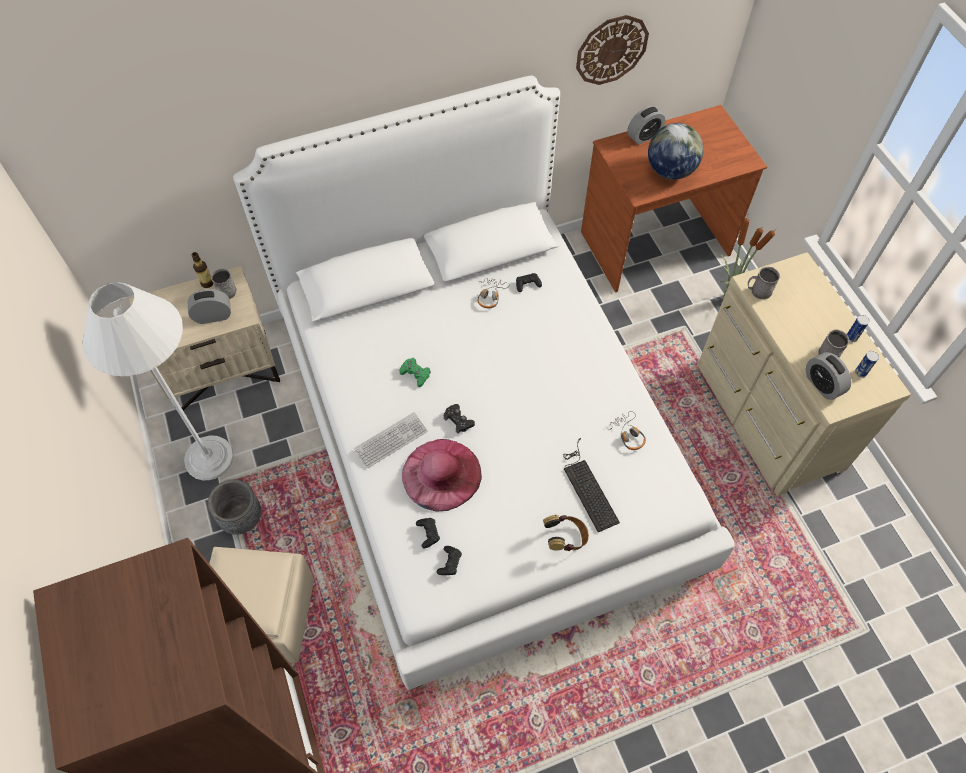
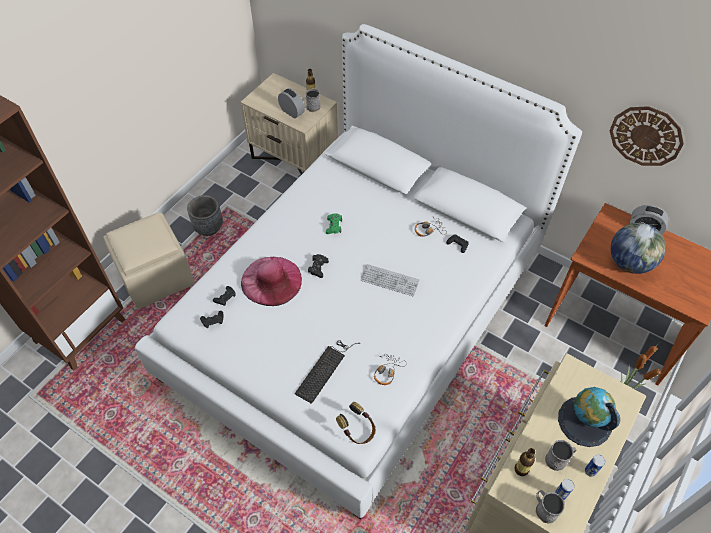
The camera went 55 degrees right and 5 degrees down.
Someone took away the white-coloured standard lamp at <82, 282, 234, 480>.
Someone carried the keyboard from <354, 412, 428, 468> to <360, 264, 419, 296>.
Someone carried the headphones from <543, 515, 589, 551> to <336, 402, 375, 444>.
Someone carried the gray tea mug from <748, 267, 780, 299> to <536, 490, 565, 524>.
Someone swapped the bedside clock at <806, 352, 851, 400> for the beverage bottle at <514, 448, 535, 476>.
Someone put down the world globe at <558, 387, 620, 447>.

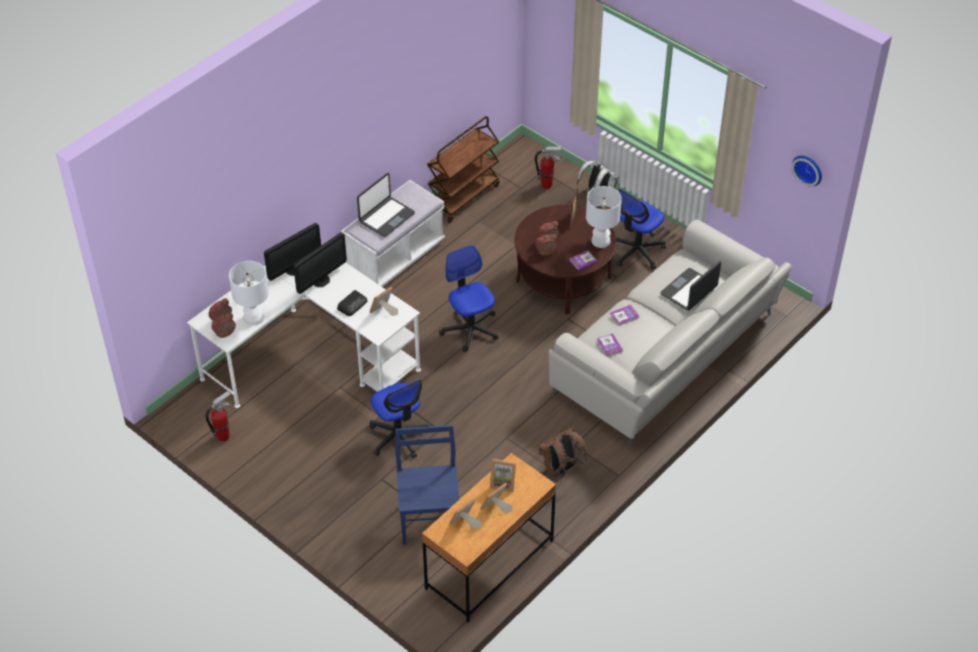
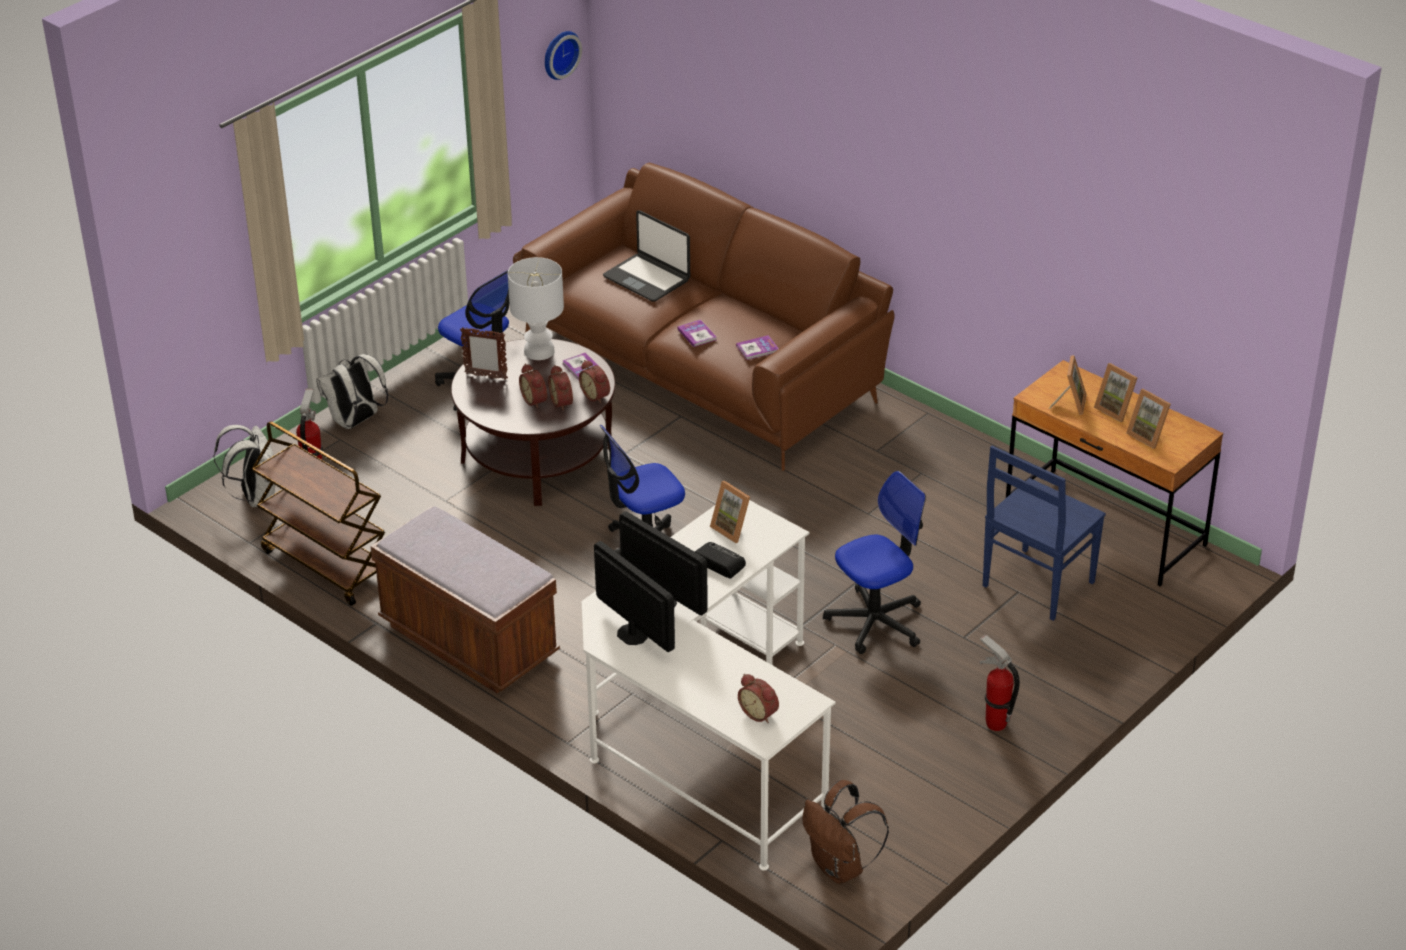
The camera went 90 degrees left and 10 degrees down.
Someone carried the fire-fighting cylinder from <206, 390, 233, 442> to <979, 634, 1020, 731>.
Someone carried the bedside clock from <212, 312, 236, 338> to <579, 360, 610, 404>.
Someone took away the white-coloured tabletop lamp at <229, 261, 269, 325>.
Someone repainted the white-coloured long seat at <341, 180, 445, 287>, which became the brownish long seat at <371, 506, 560, 693>.
Someone took away the portable computer at <357, 173, 415, 237>.
Someone rotated the bluish plain chair at <395, 425, 459, 545> by 45 degrees counterclockwise.
Someone carried the brownish backpack from <538, 427, 587, 478> to <802, 780, 889, 884>.
Someone repainted the gray sofa at <548, 220, 792, 448>, which became the brownish sofa at <513, 163, 895, 471>.
Someone put down the white-coloured backpack at <213, 425, 275, 507>.

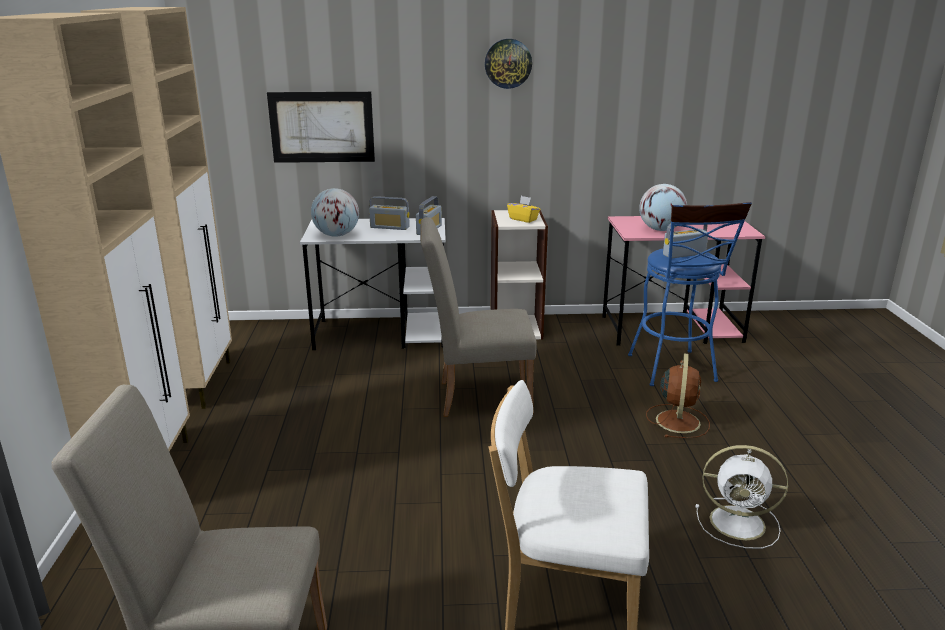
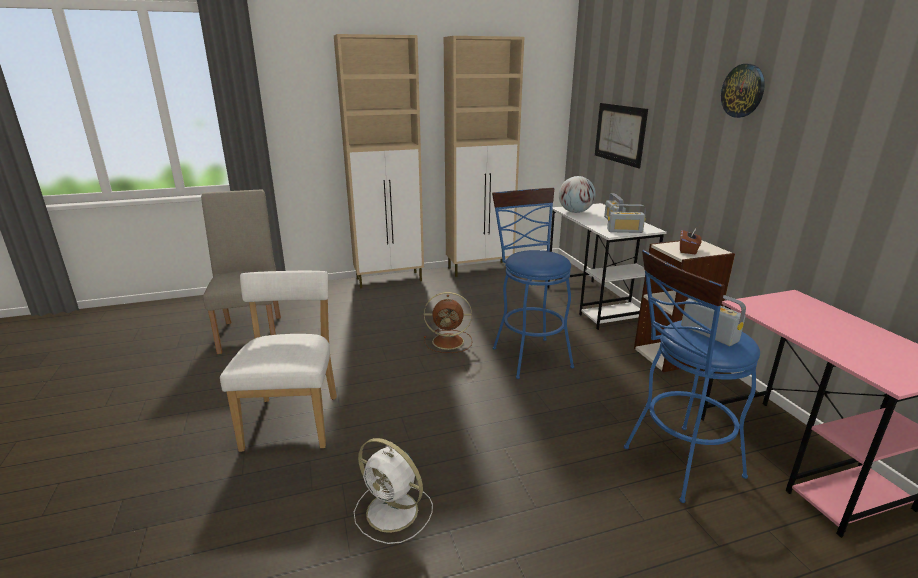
The camera went 75 degrees right and 0 degrees up.
Someone swapped the sand-coloured plain chair at <420, 217, 536, 417> for the bluish stool at <492, 188, 574, 379>.
Someone repainted the yellowish box of tissues at <507, 196, 540, 223>, which became the brownish box of tissues at <680, 228, 702, 254>.
Someone took away the world globe at <639, 184, 687, 231>.
Someone carried the brownish electric fan from <646, 353, 710, 438> to <424, 292, 472, 353>.
Someone rotated the white-coloured electric fan at <696, 445, 788, 549> by 60 degrees counterclockwise.

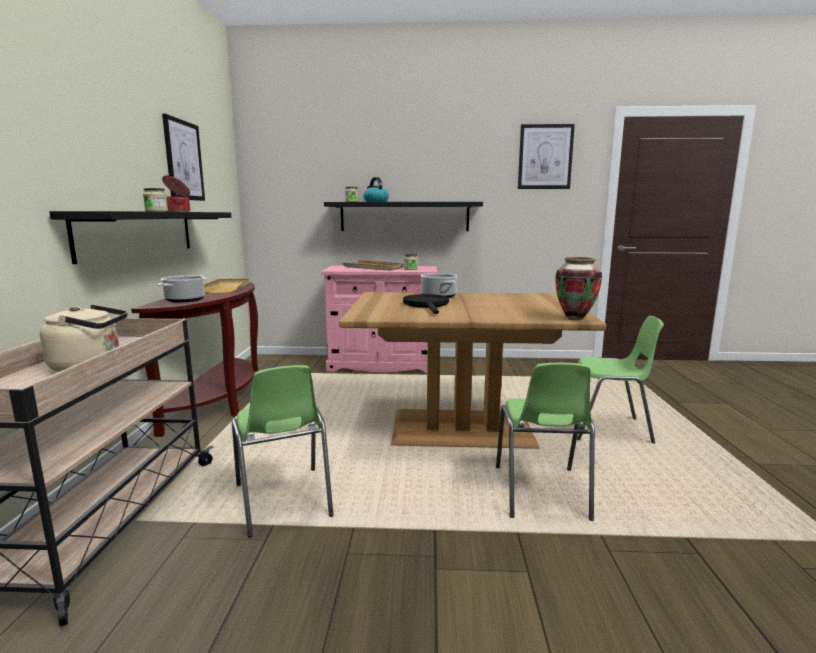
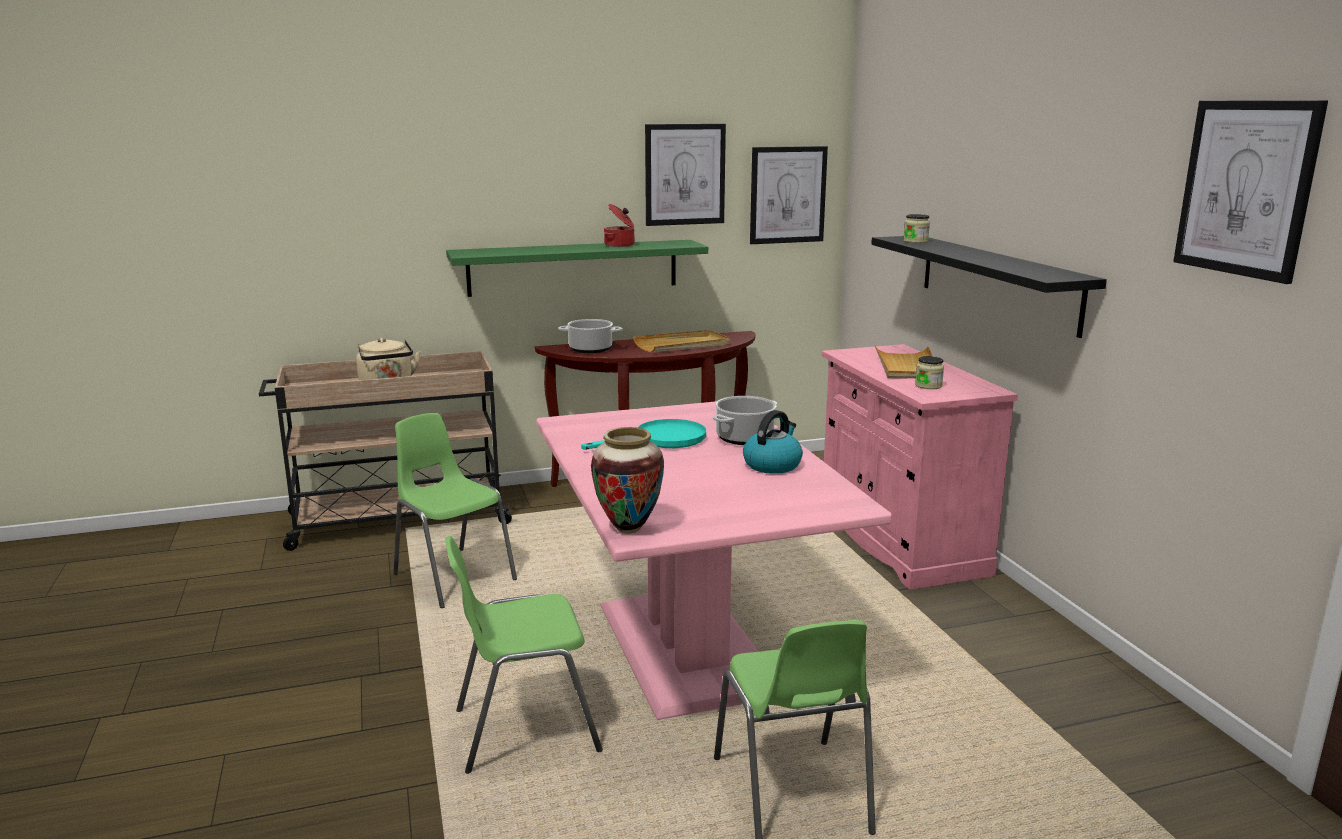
The camera went 70 degrees right and 5 degrees up.
Someone repainted the black wall shelf at <49, 211, 232, 264>, which became the green-coloured wall shelf at <446, 240, 708, 297>.
Someone took away the jar at <143, 188, 168, 211>.
Someone rotated the green-coloured plain chair at <232, 365, 334, 537> by 90 degrees clockwise.
Someone repainted the brownish kitchen table at <339, 292, 606, 449>, which became the pink kitchen table at <536, 401, 892, 720>.
Someone carried the tea kettle from <364, 177, 389, 202> to <743, 410, 803, 474>.
Someone repainted the black skillet at <403, 294, 449, 314>, which became the turquoise skillet at <581, 419, 706, 450>.
Someone put up the wall picture at <750, 146, 828, 244>.

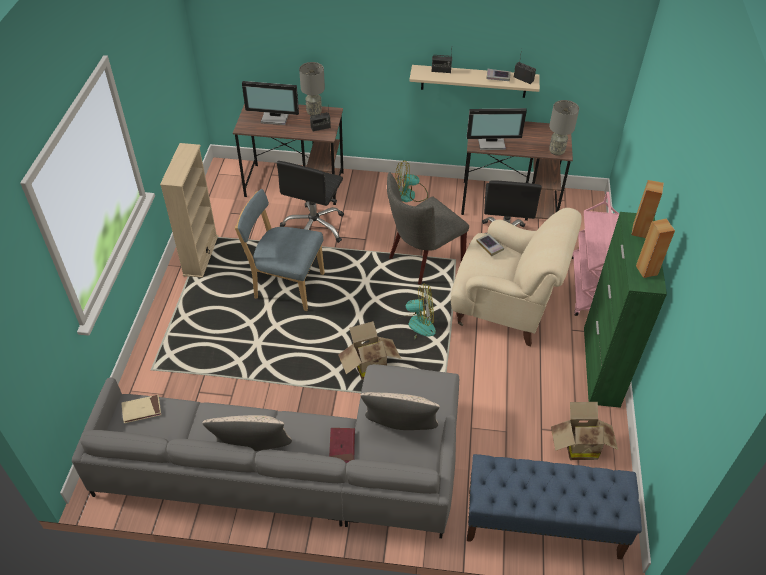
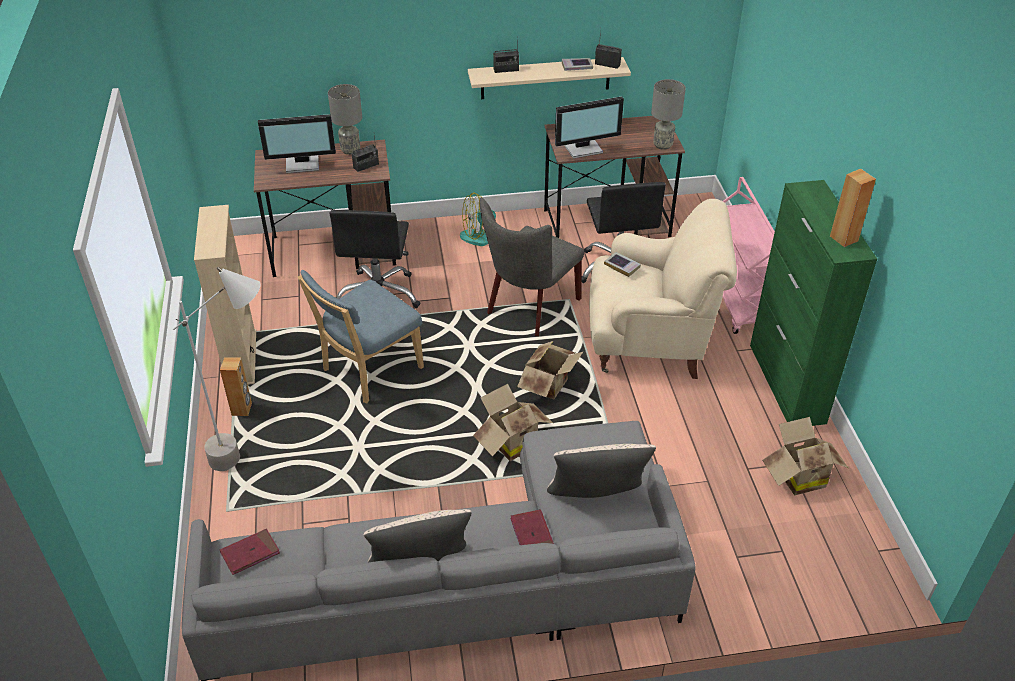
The camera went 15 degrees left and 5 degrees down.
Someone repainted the sand-coloured bound book at <121, 395, 161, 423>, which became the reddish bound book at <220, 529, 280, 575>.
Someone rotated the bluish plain chair at <235, 189, 325, 311> by 45 degrees counterclockwise.
Someone swapped the electric fan at <394, 284, 436, 339> for the packing box at <517, 341, 584, 399>.
Someone took away the bluish long seat at <467, 454, 642, 560>.
Someone carried the brownish audio speaker from <631, 180, 664, 238> to <220, 357, 252, 416>.
Someone put down the gray standard lamp at <173, 267, 261, 471>.

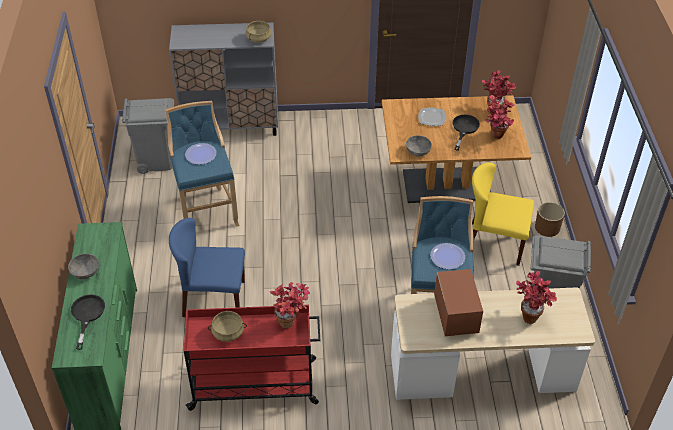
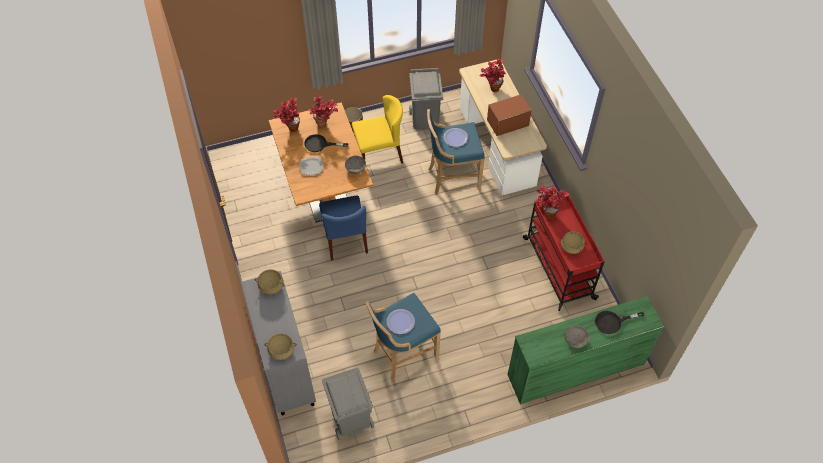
The camera went 105 degrees left and 10 degrees up.
Someone carried the bluish plain chair from <169, 218, 245, 317> to <319, 195, 368, 261>.
Someone rotated the yellowish plain chair at <472, 163, 534, 266> by 105 degrees counterclockwise.
Someone put down the sand-coloured saucepot at <264, 333, 297, 360>.

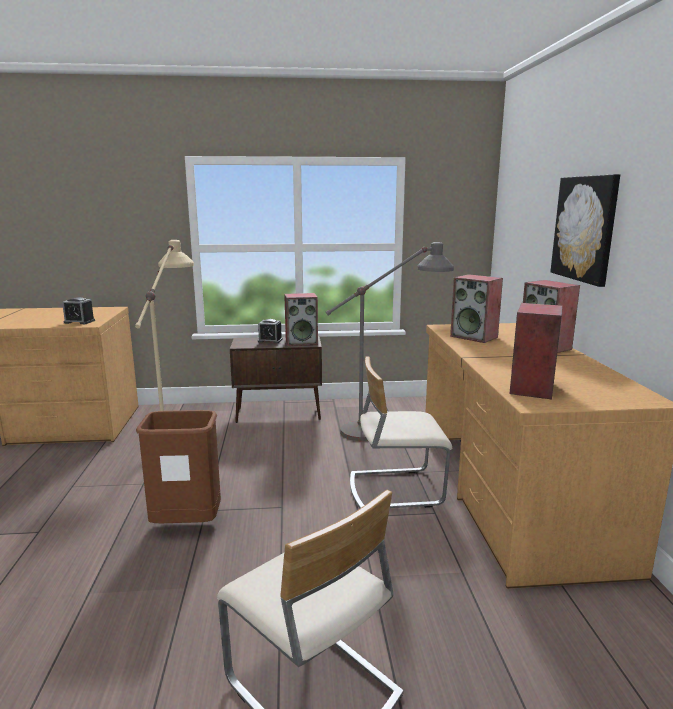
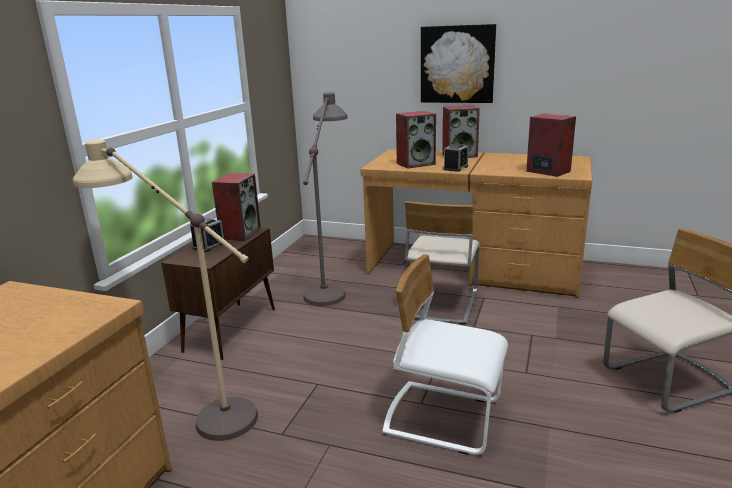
The camera went 65 degrees left and 5 degrees up.
Someone carried the bedside clock from <62, 297, 95, 324> to <443, 144, 468, 172>.
Someone swapped the brownish rubbish bin at <136, 410, 221, 523> for the white-coloured plain chair at <383, 254, 508, 455>.

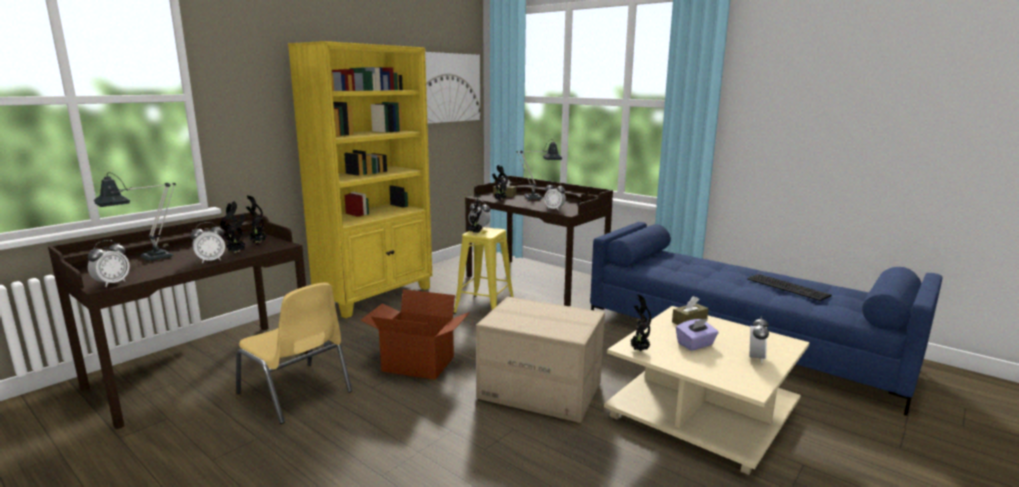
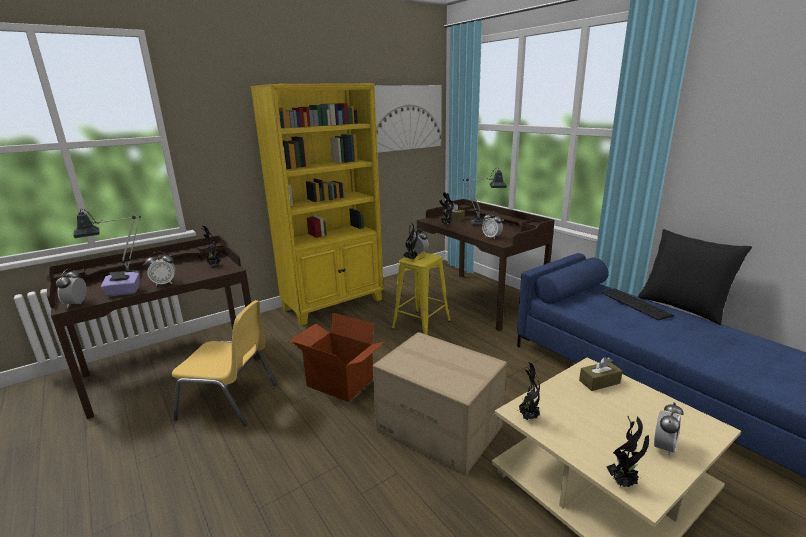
The camera went 15 degrees right and 5 degrees up.
Someone rotated the bedside clock at <88, 240, 130, 287> by 135 degrees clockwise.
Someone carried the plant in a pot from <220, 201, 245, 253> to <606, 416, 649, 487>.
Someone rotated the yellowish plain chair at <236, 283, 352, 424> by 45 degrees counterclockwise.
Someone carried the purple box of tissues from <676, 318, 719, 351> to <101, 271, 140, 296>.
Someone carried the keyboard from <747, 274, 832, 301> to <601, 289, 674, 320>.
Someone put down the black cushion at <638, 229, 752, 325>.

